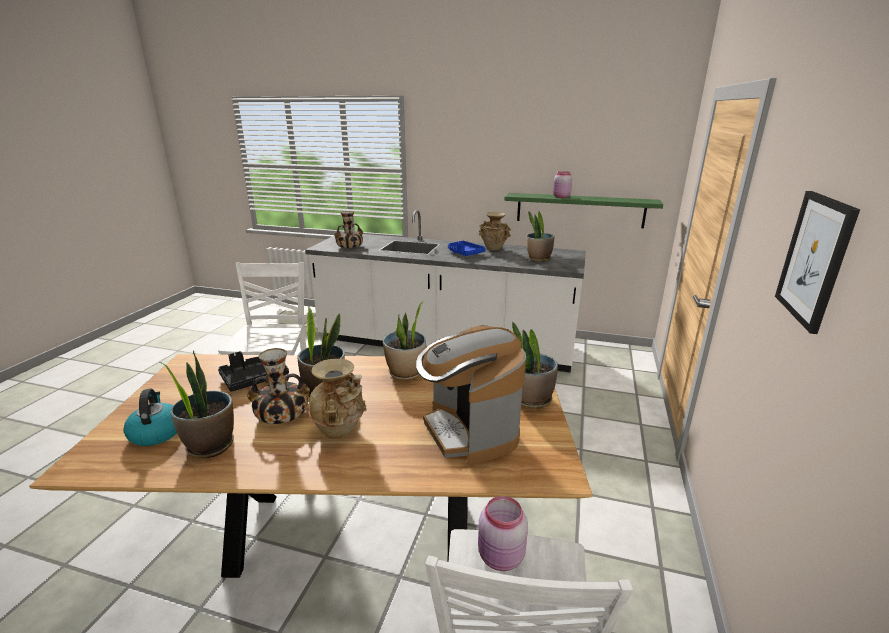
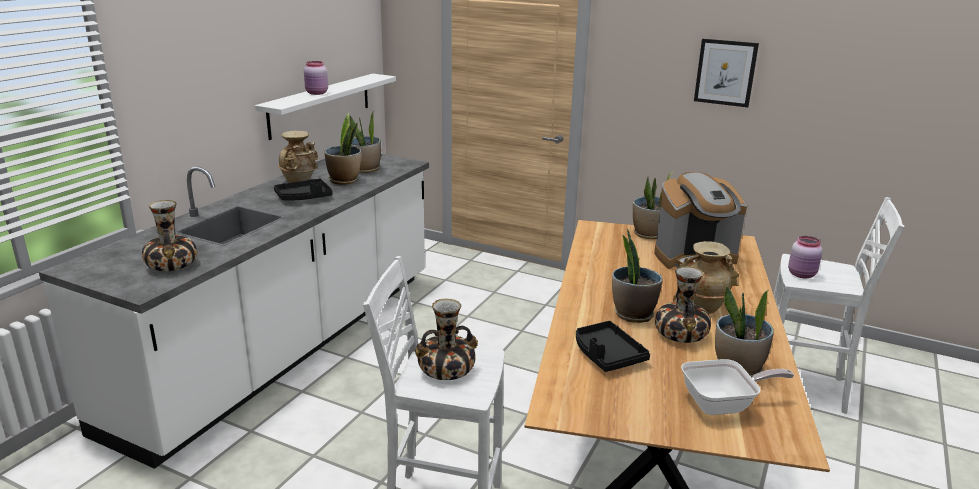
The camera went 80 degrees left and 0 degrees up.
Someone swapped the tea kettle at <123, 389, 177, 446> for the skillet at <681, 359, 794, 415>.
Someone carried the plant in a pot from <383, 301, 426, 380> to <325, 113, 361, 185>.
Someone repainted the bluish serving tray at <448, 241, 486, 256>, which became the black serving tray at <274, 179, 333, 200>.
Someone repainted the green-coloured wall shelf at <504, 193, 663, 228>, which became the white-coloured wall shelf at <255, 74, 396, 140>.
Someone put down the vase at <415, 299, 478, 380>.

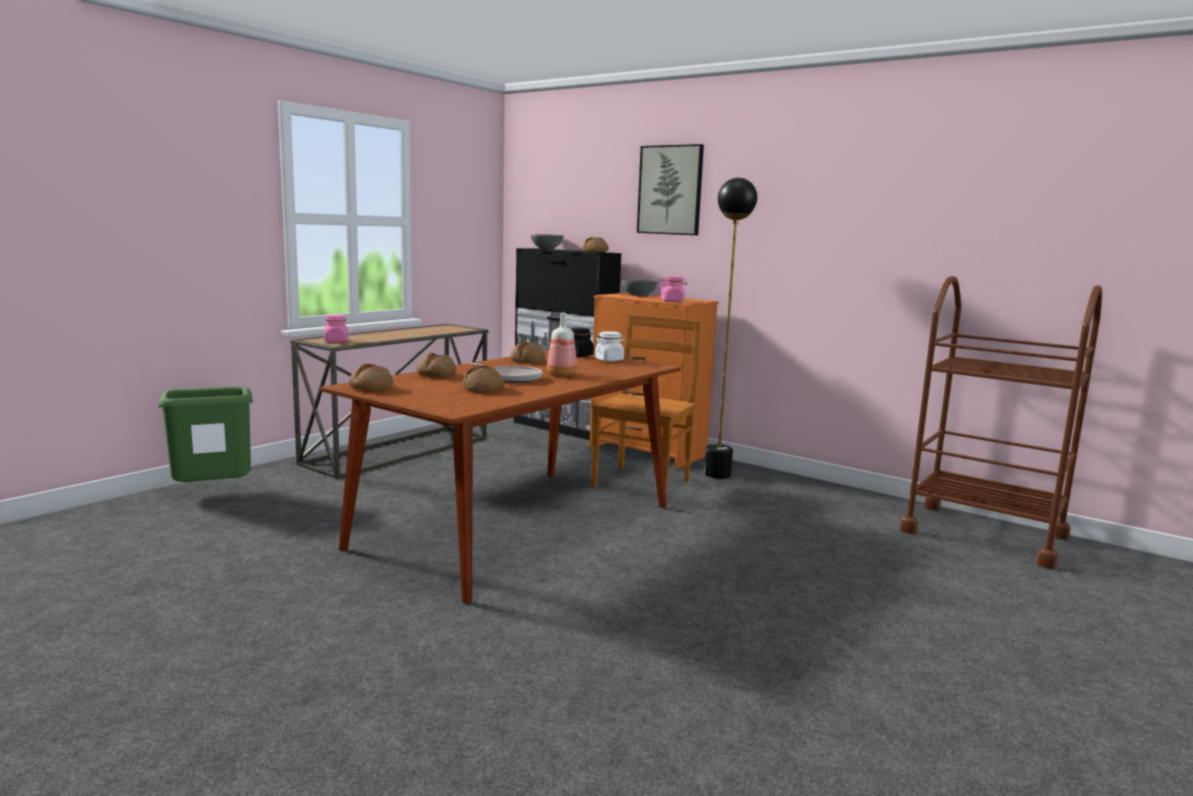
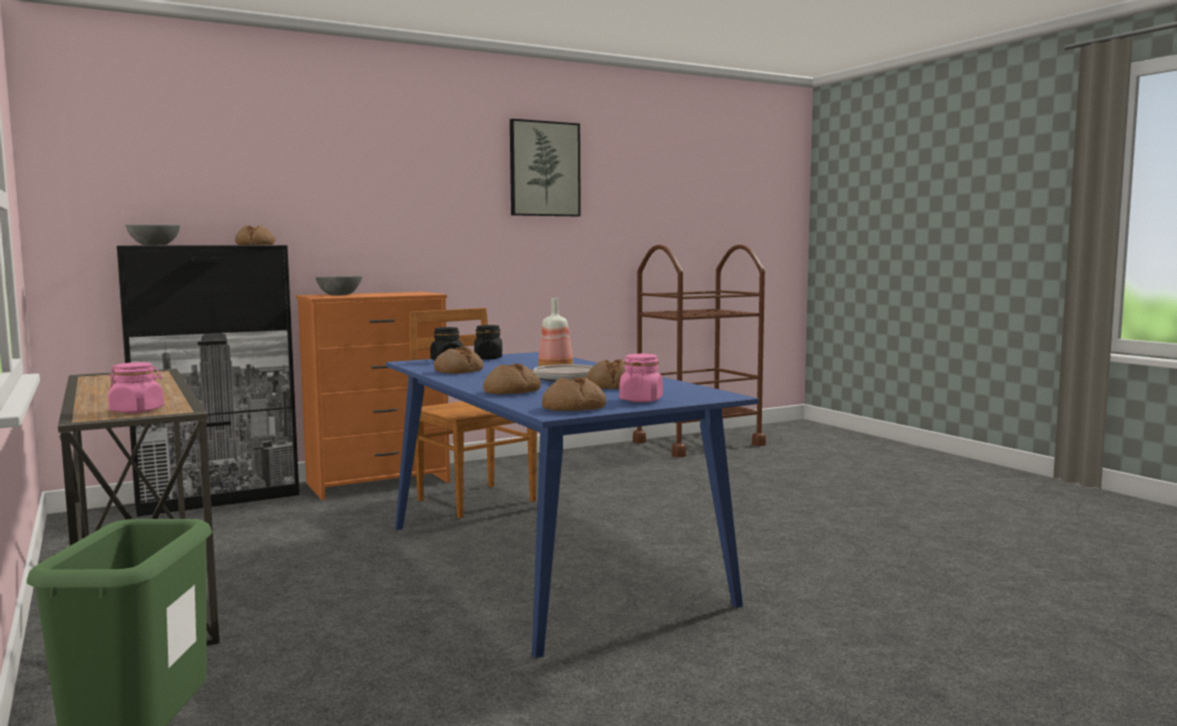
The camera went 65 degrees left and 5 degrees down.
Someone repainted the brownish kitchen table at <321, 350, 681, 604>, which became the bluish kitchen table at <386, 352, 759, 658>.
Someone repainted the white-coloured jar at <595, 331, 625, 362>, which became the black jar at <474, 325, 502, 359>.
Someone carried the wall picture from <637, 144, 704, 235> to <510, 119, 581, 216>.
Someone carried the pink jar from <660, 276, 687, 302> to <619, 354, 663, 402>.
Someone took away the black standard lamp at <704, 178, 757, 479>.

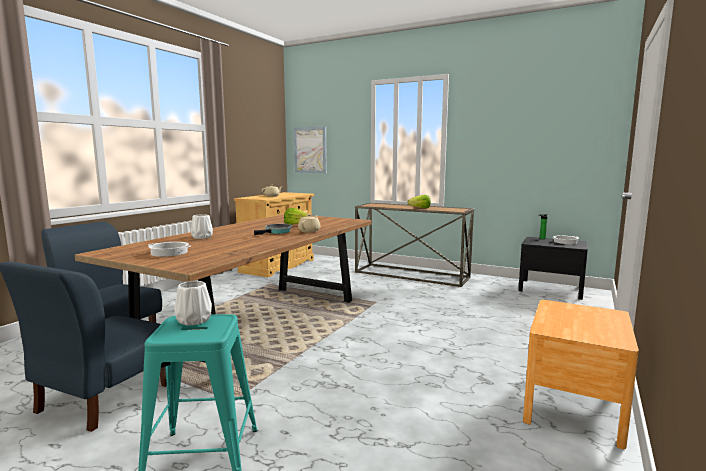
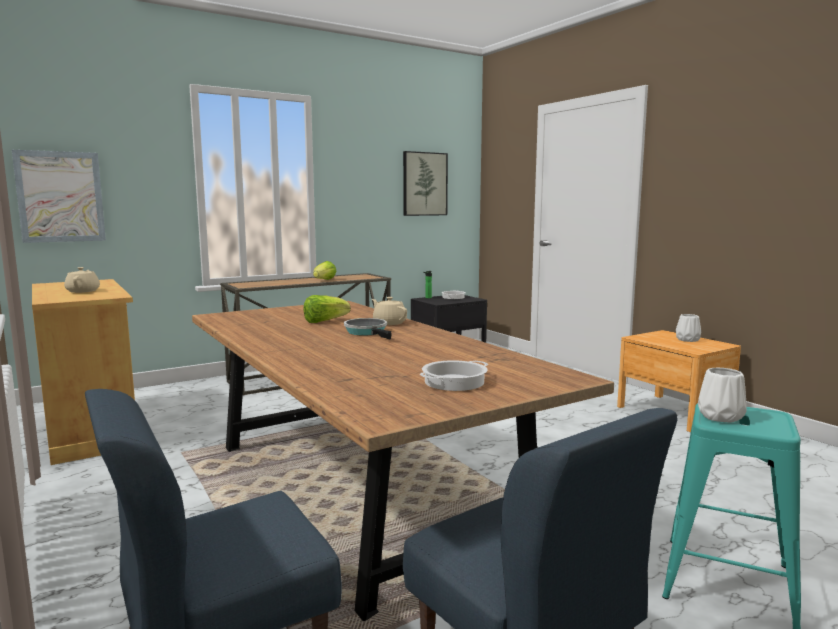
The camera went 60 degrees left and 0 degrees up.
Someone carried the white-coloured vase from <191, 214, 213, 239> to <676, 314, 701, 342>.
Someone put up the wall picture at <403, 151, 448, 216>.

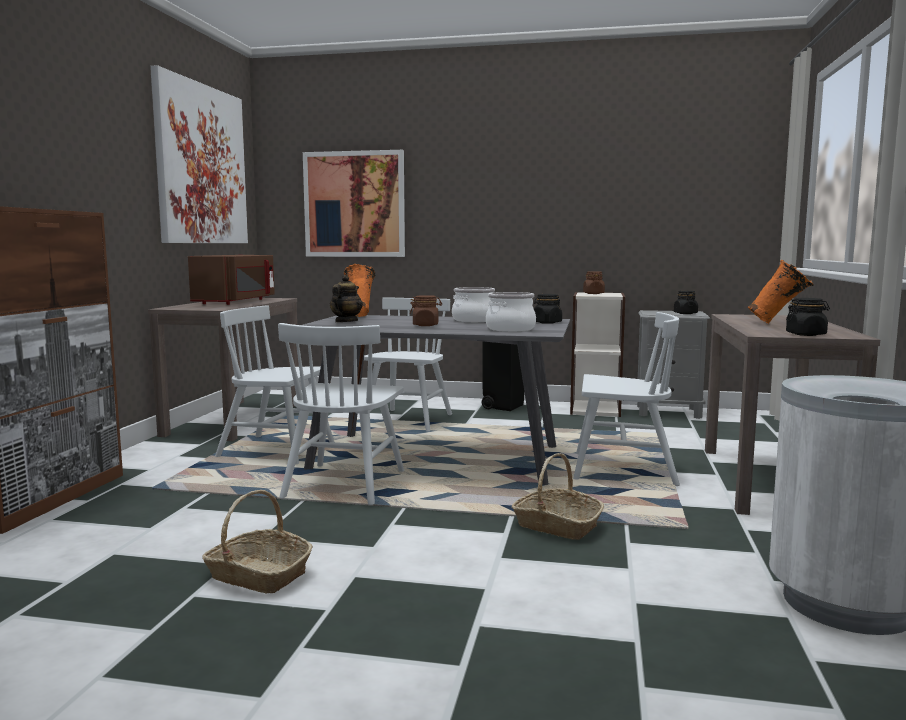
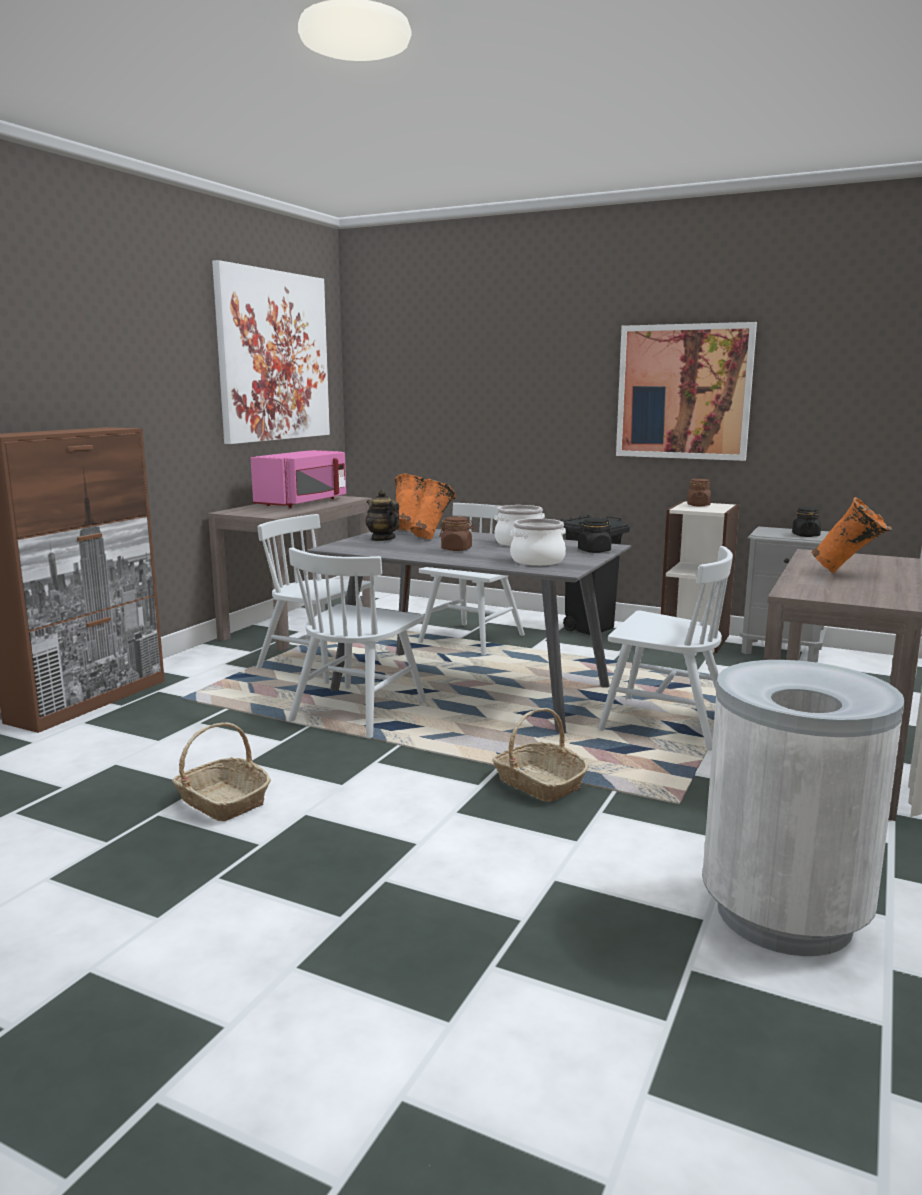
The camera went 15 degrees right and 5 degrees up.
Someone repainted the brownish kitchen microwave at <188, 255, 275, 305>, which became the pink kitchen microwave at <251, 450, 346, 508>.
Someone carried the wall picture from <303, 150, 405, 257> to <616, 322, 757, 461>.
Someone rotated the tea pot at <330, 275, 363, 322> by 75 degrees counterclockwise.
Someone took away the black jar at <786, 298, 830, 336>.
Someone put down the orangey vase at <410, 479, 456, 539>.

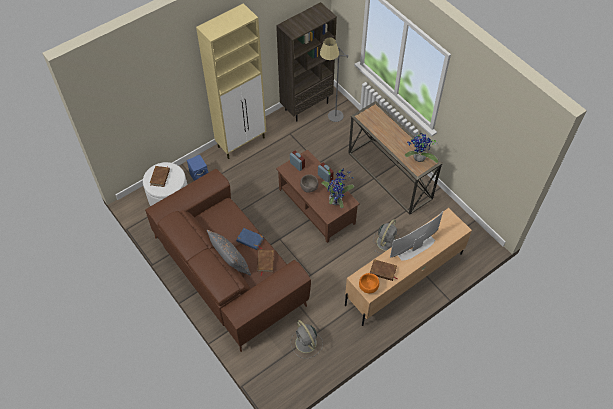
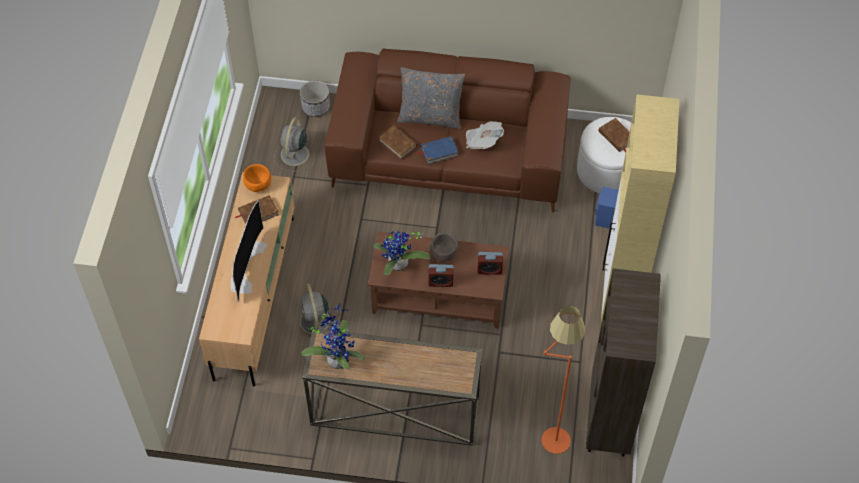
The camera went 135 degrees right and 0 degrees up.
Someone rotated the gray electric fan at <290, 320, 323, 358> by 90 degrees counterclockwise.
Someone repainted the gray standard lamp at <320, 37, 348, 122>, which became the orangey standard lamp at <541, 305, 585, 454>.
Someone put down the plant pot at <300, 80, 330, 117>.
Someone put down the daily paper at <466, 121, 504, 149>.

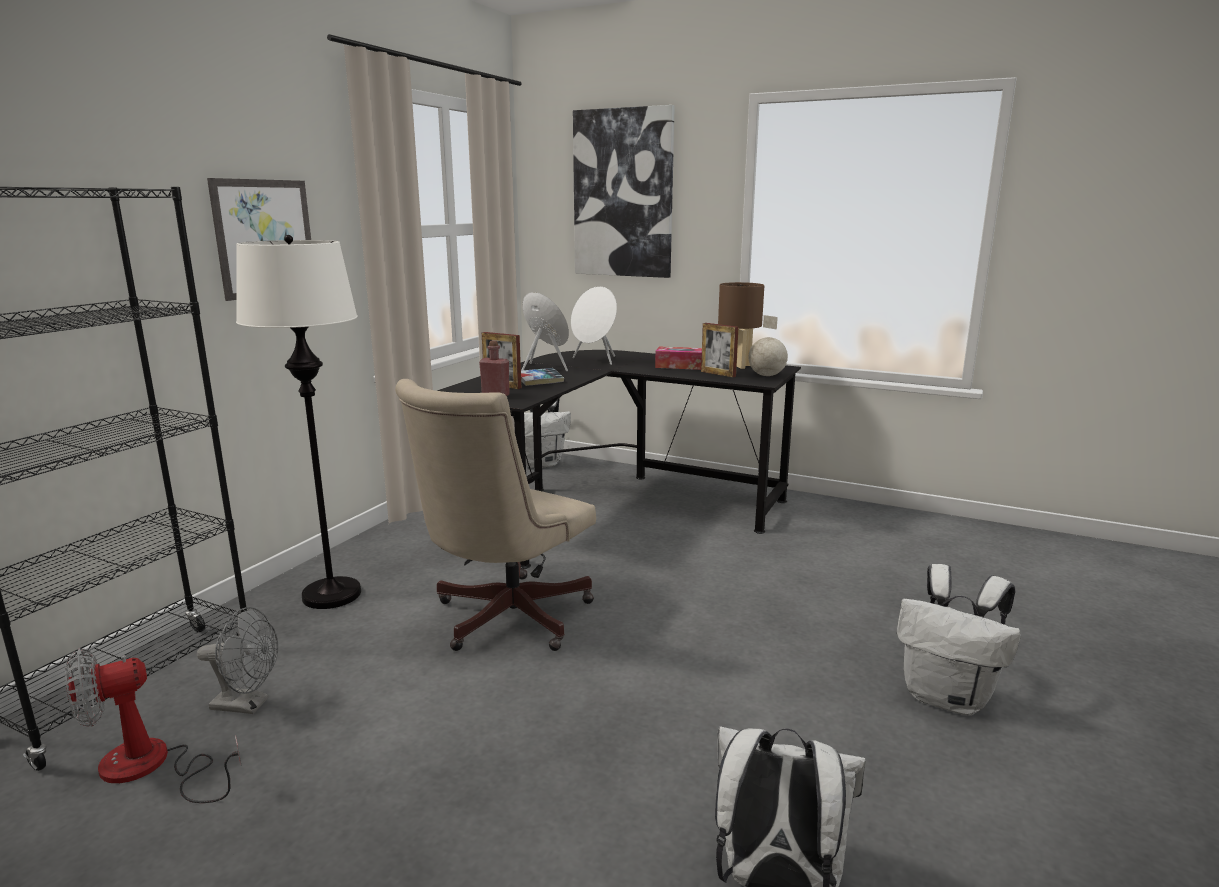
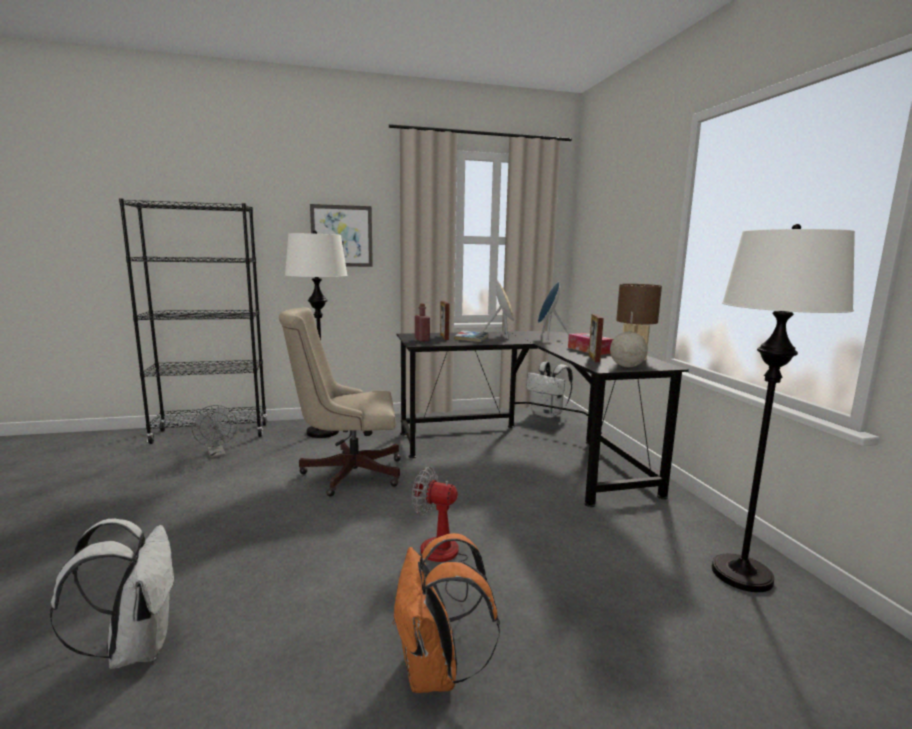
The camera went 50 degrees right and 5 degrees down.
Someone carried the electric fan from <65, 648, 241, 803> to <412, 467, 478, 602>.
Someone repainted the white-coloured audio speaker at <571, 286, 617, 365>, which became the bluish audio speaker at <538, 282, 569, 341>.
Someone took away the wall picture at <573, 105, 675, 278>.
Someone repainted the white-coloured backpack at <897, 564, 1021, 715>, which became the orangey backpack at <392, 533, 500, 693>.
Someone put down the white-coloured standard lamp at <712, 224, 855, 592>.

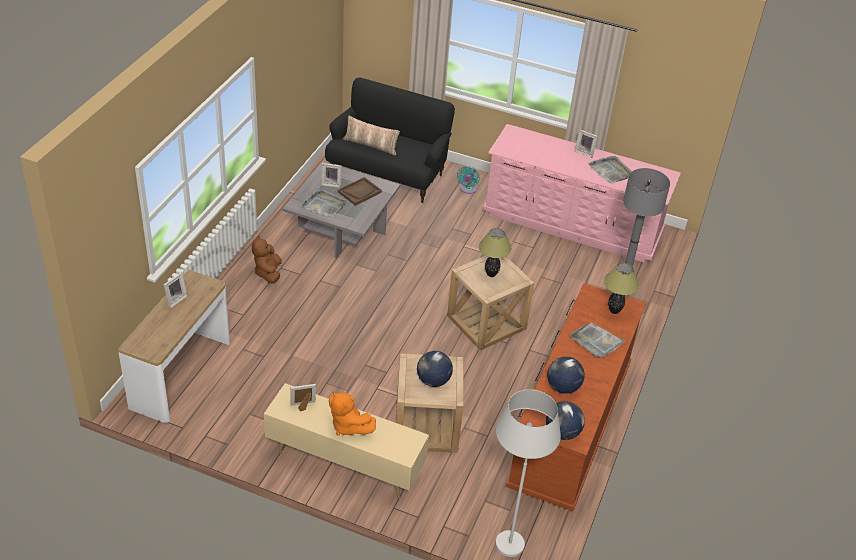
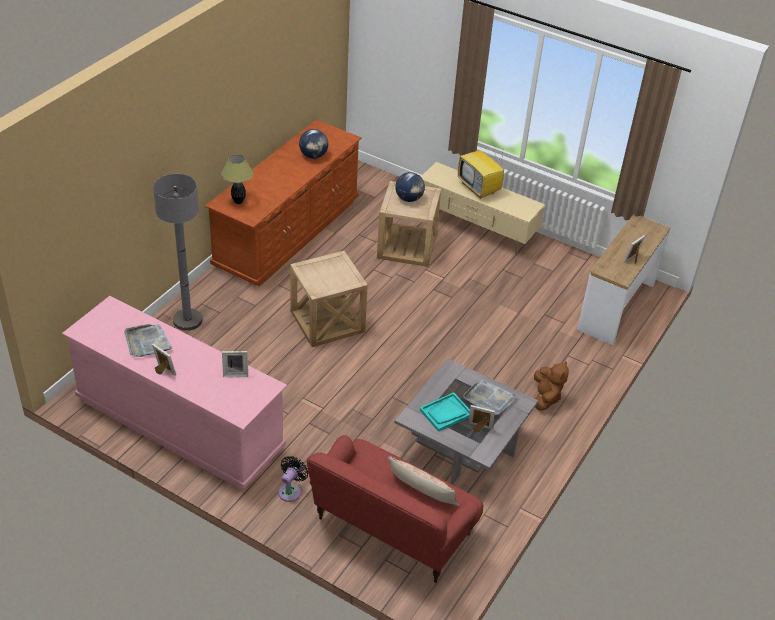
The camera went 170 degrees left and 0 degrees up.
Someone carried the picture frame from <291, 384, 316, 412> to <222, 351, 248, 377>.
Someone repainted the black sofa at <325, 78, 455, 203>, which became the reddish sofa at <307, 435, 483, 583>.
Someone swapped the orangey soft toy at <329, 391, 376, 436> for the TV at <458, 147, 504, 199>.
Someone repainted the brownish serving tray at <338, 177, 382, 206>, which became the turquoise serving tray at <420, 392, 470, 432>.
Someone repainted the turquoise electric fan at <457, 166, 480, 194>, which became the black electric fan at <278, 456, 309, 502>.
Someone took away the tabletop lamp at <479, 228, 512, 277>.
Someone took away the white-coloured standard lamp at <495, 389, 561, 557>.
Someone took away the world globe at <546, 401, 585, 440>.
Someone took away the gray serving tray at <570, 323, 625, 358>.

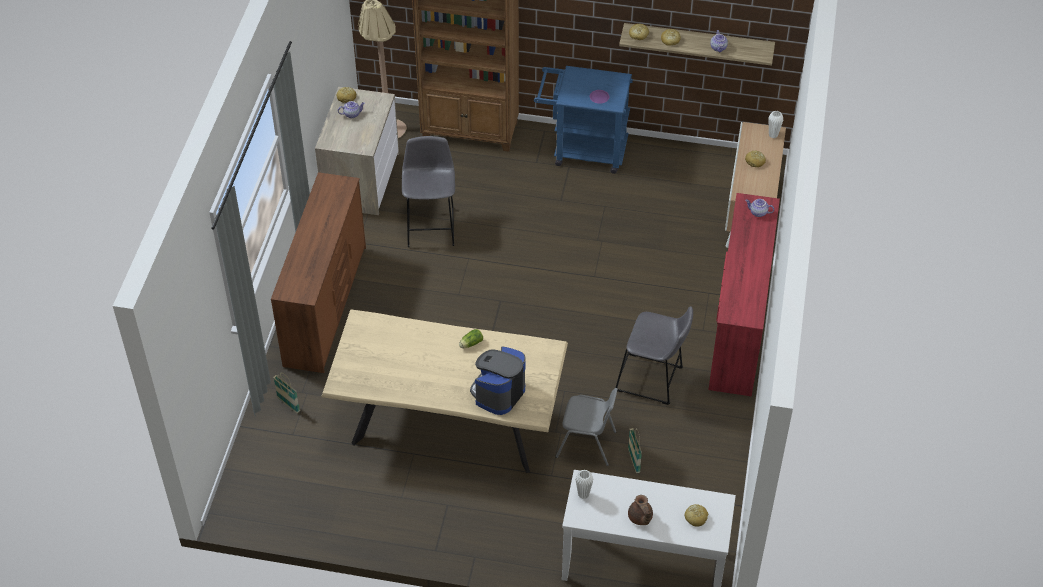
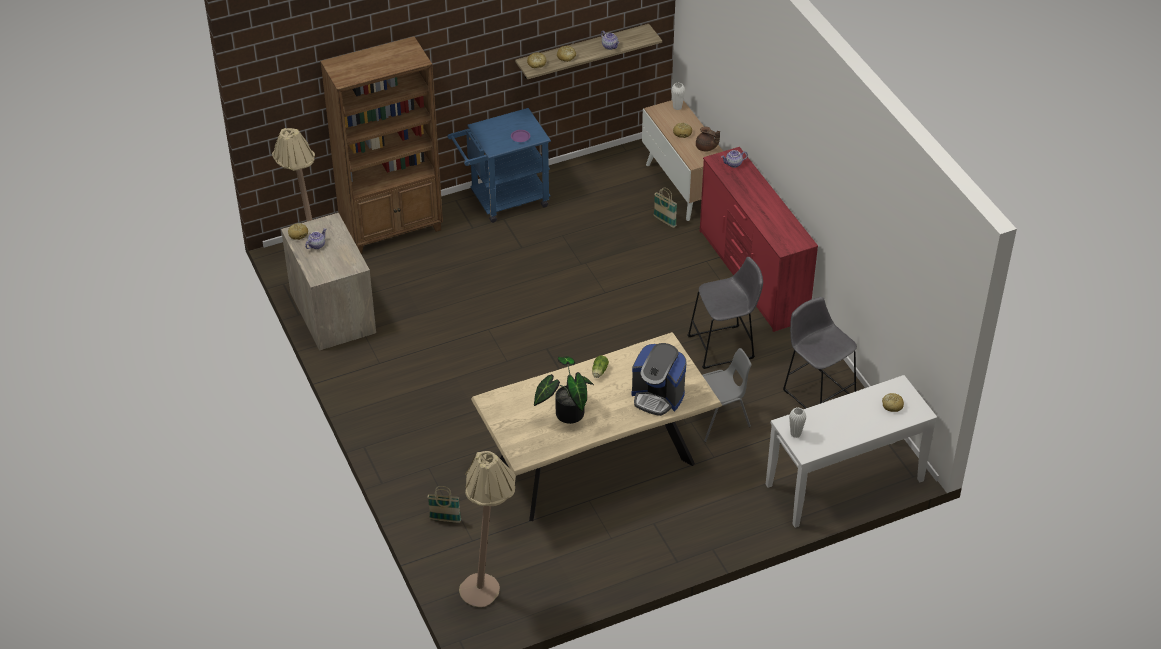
The camera went 35 degrees left and 5 degrees down.
Someone took away the brownish dresser at <271, 172, 366, 373>.
Someone carried the gray stool from <402, 136, 455, 247> to <783, 297, 857, 409>.
Someone rotated the coffee maker at <470, 346, 526, 415> by 60 degrees counterclockwise.
Someone carried the household basket from <628, 428, 642, 473> to <654, 187, 677, 228>.
Someone carried the brownish tea pot from <628, 495, 653, 525> to <696, 127, 720, 151>.
Someone put down the sand-coloured standard lamp at <459, 451, 516, 607>.
Someone put down the plant in a pot at <534, 356, 594, 424>.

